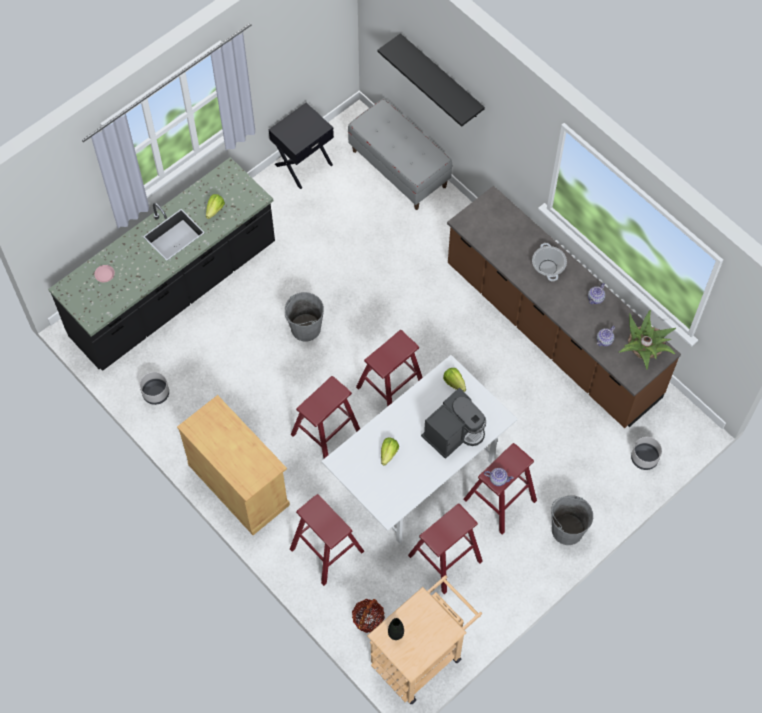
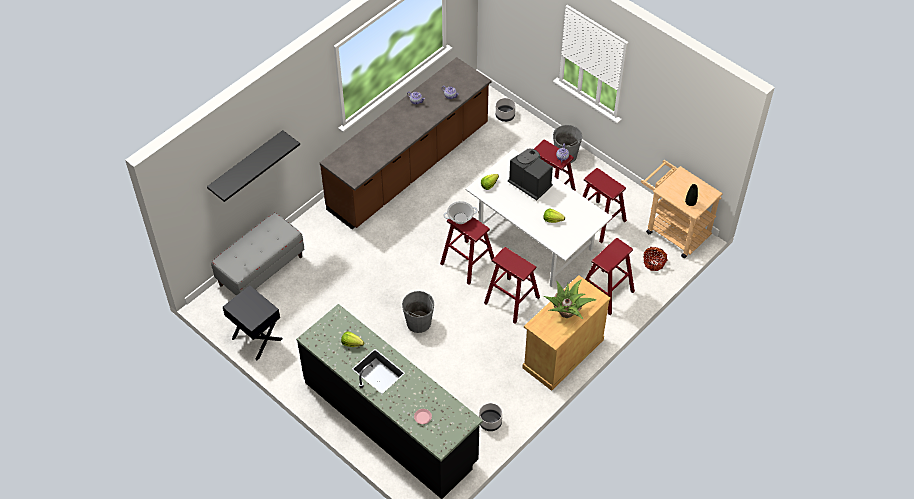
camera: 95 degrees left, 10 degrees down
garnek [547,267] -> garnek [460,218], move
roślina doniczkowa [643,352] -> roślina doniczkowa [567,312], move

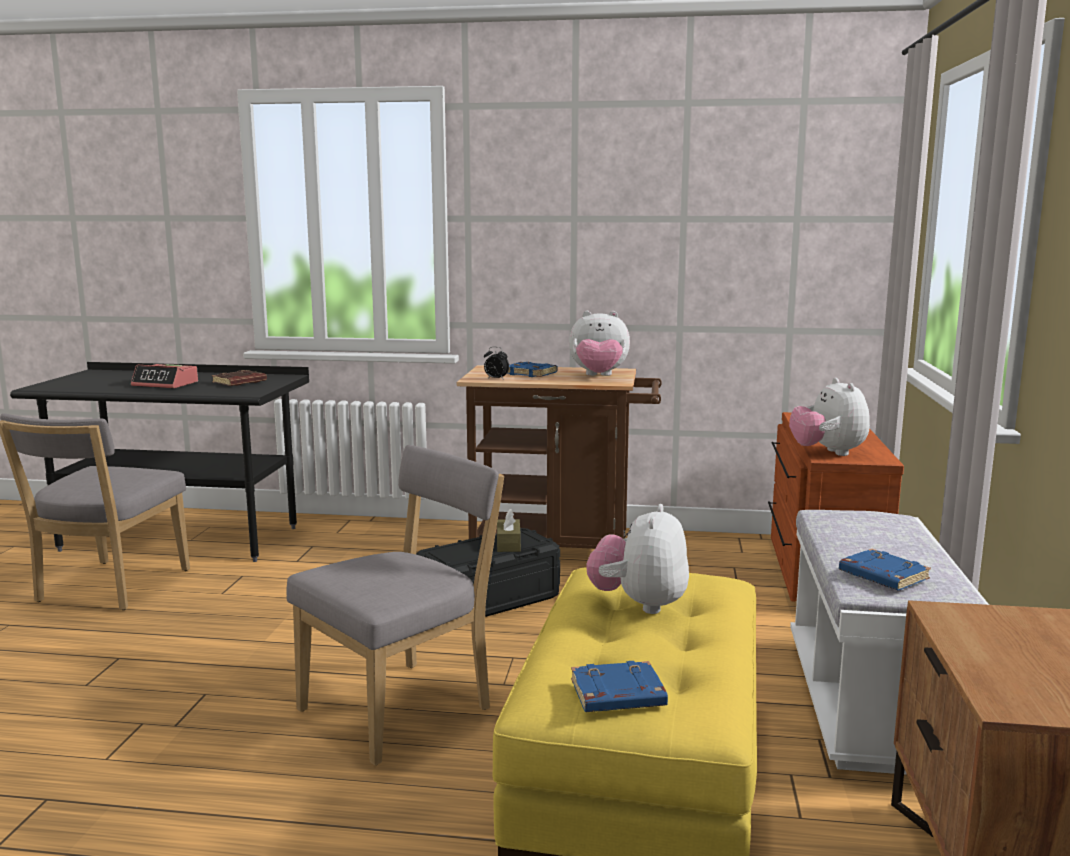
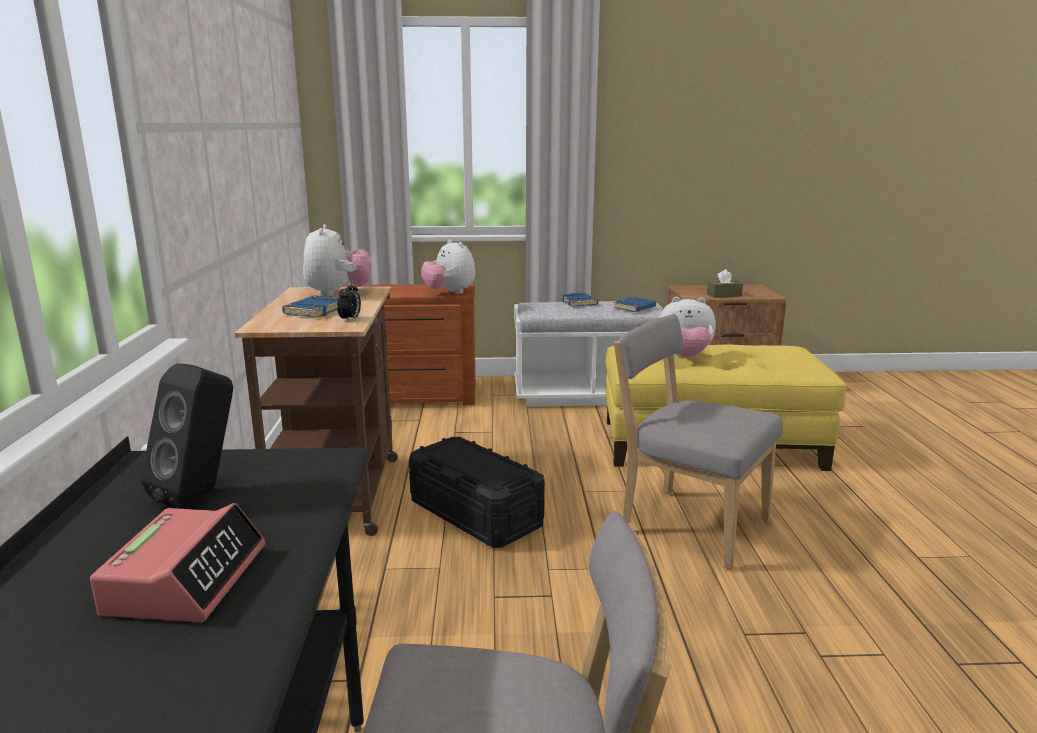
camera: 100 degrees left, 5 degrees up
pudełko chusteczek [brązowy] [508,544] -> pudełko chusteczek [brązowy] [724,295], move
książka [niebieski] [617,695] -> książka [niebieski] [579,303], move
książka [brązowy] [239,382] -> głośnik [czarny] [201,494]
pluszak [828,453] -> pluszak [449,293], 75 degrees clockwise

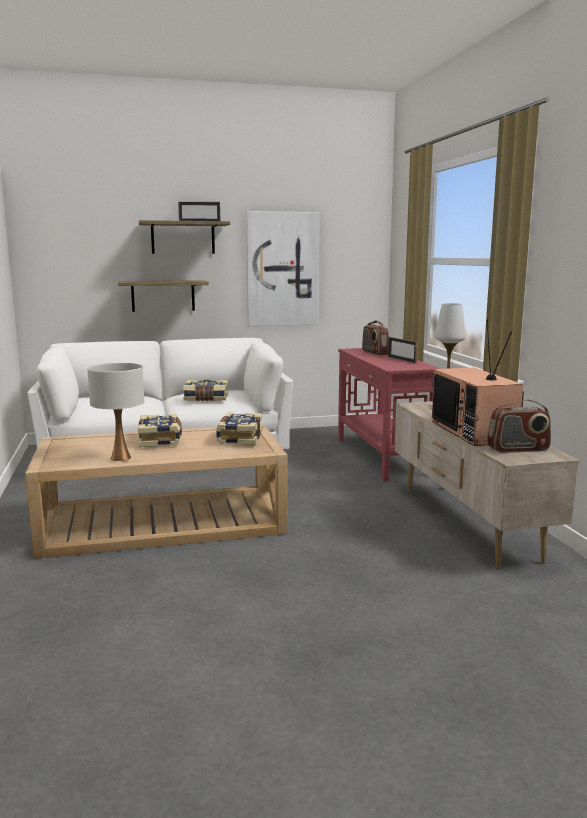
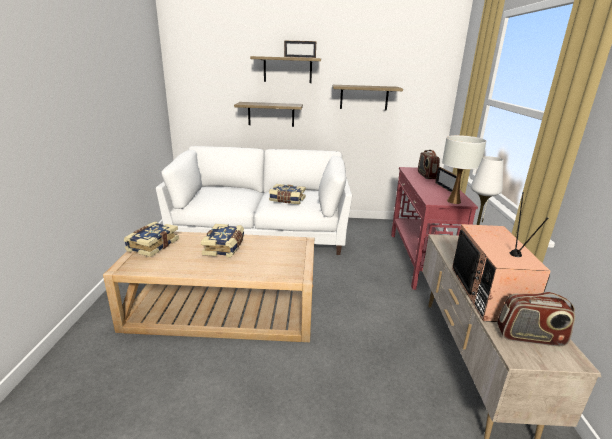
camera: 15 degrees right, 10 degrees up
lampa stołowa [biały] [120,458] -> lampa stołowa [biały] [453,201], move
książka [238,438] -> książka [152,245], move
obraz [282,269] -> półka [364,97]

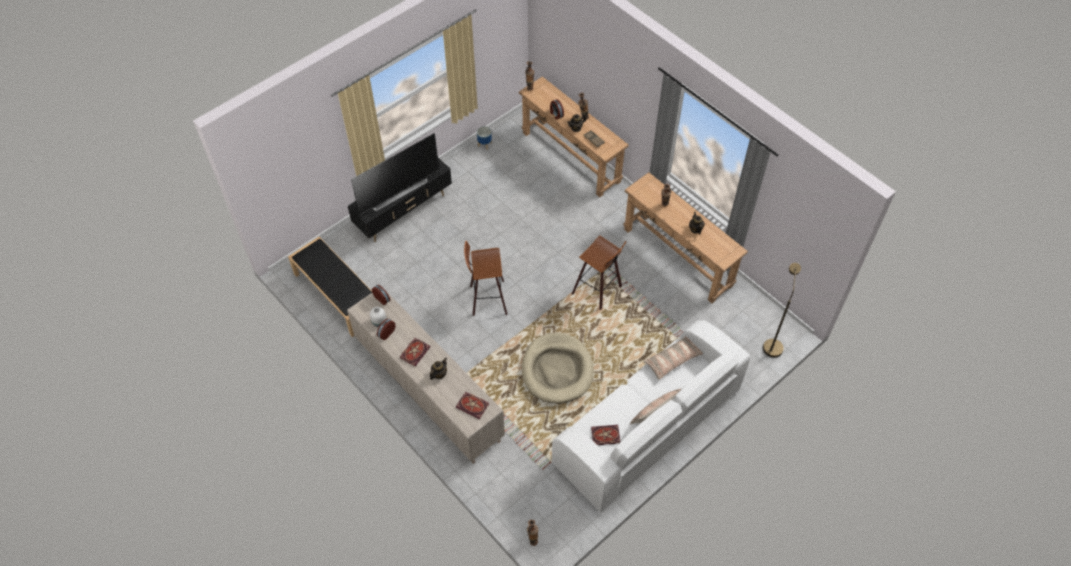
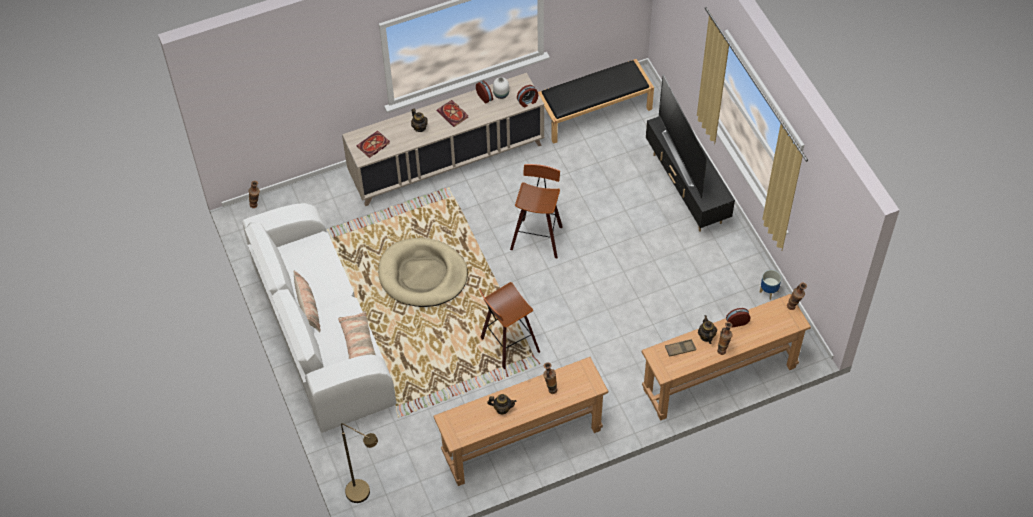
camera: 110 degrees right, 0 degrees up
książka [605,436] -> none

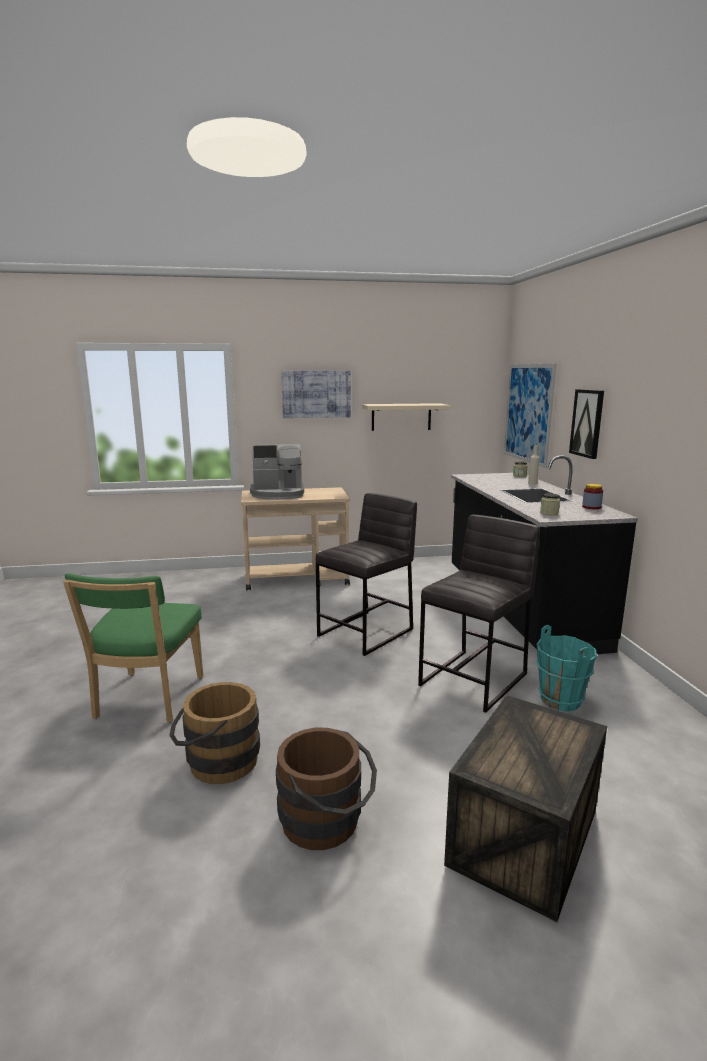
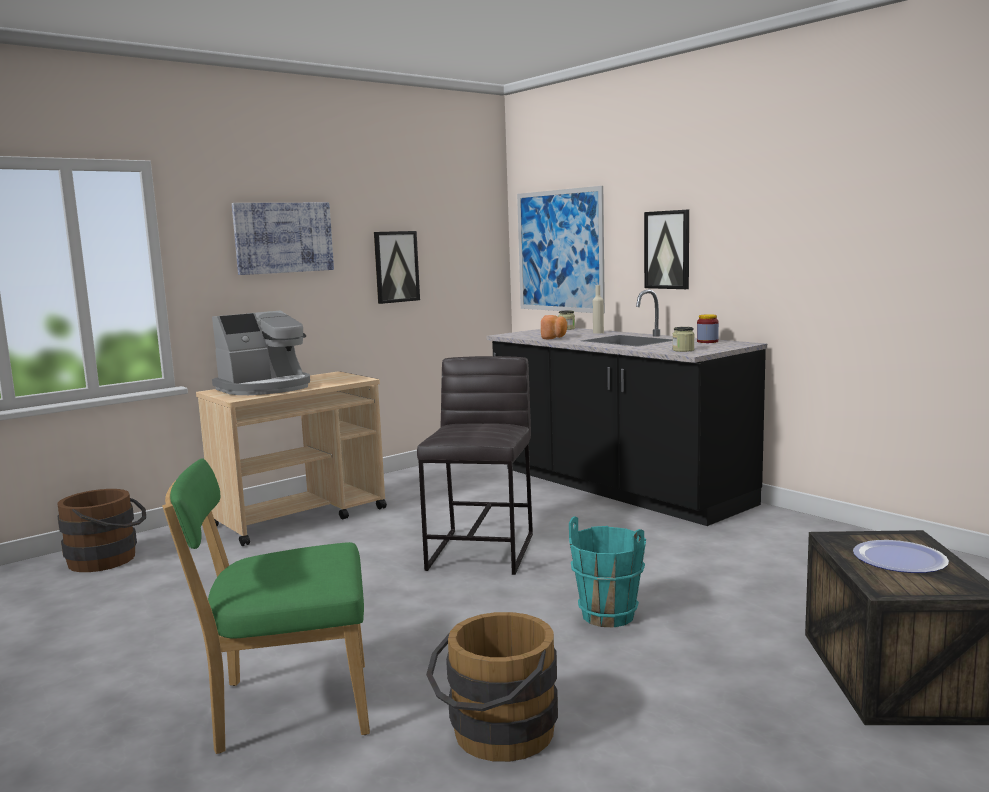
camera: 30 degrees left, 5 degrees down
stołek [szary] [475,679] -> none
none -> chleb [554,337]
none -> talerz [899,559]
wiadro [brązowy] [327,822] -> wiadro [brązowy] [109,559], move
wiadro [turkusowy] [560,700] -> wiadro [turkusowy] [608,615], move
półka [beżowy] [401,417] -> obraz [396,266]
krzesło [zielony] [147,700] -> krzesło [zielony] [286,708], 105 degrees clockwise

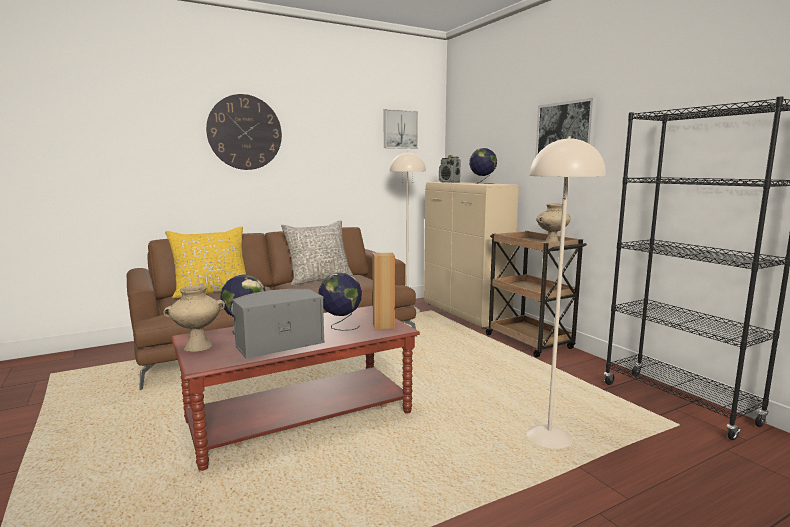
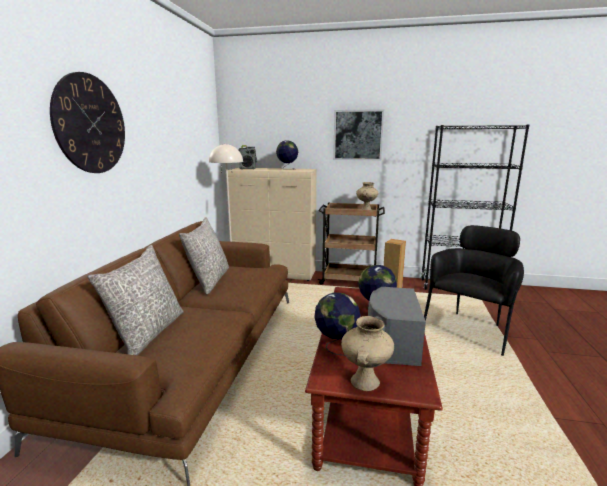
camera: 50 degrees left, 5 degrees up
obraz [399,129] -> none
lampa stojąca [beżowy] [549,437] -> fotel [czarny] [469,329]
poduszka [żółty] [212,292] -> poduszka [szary] [147,333]

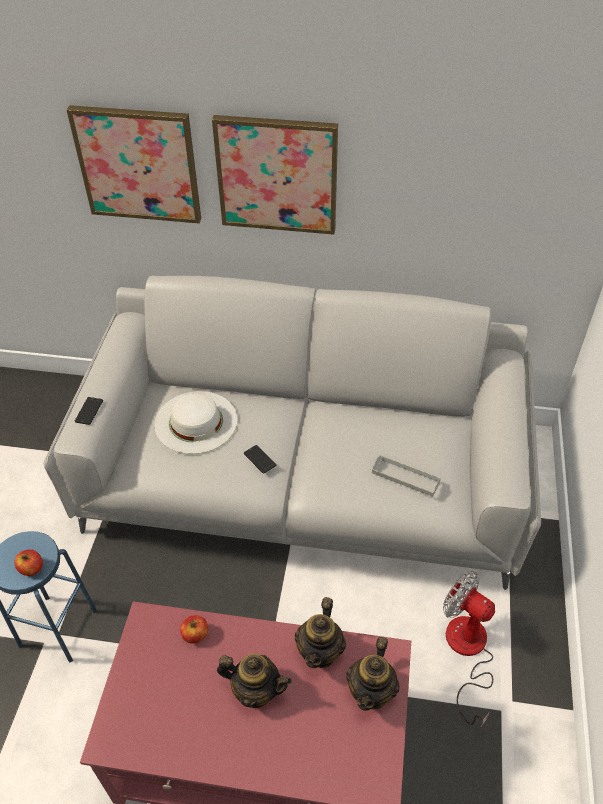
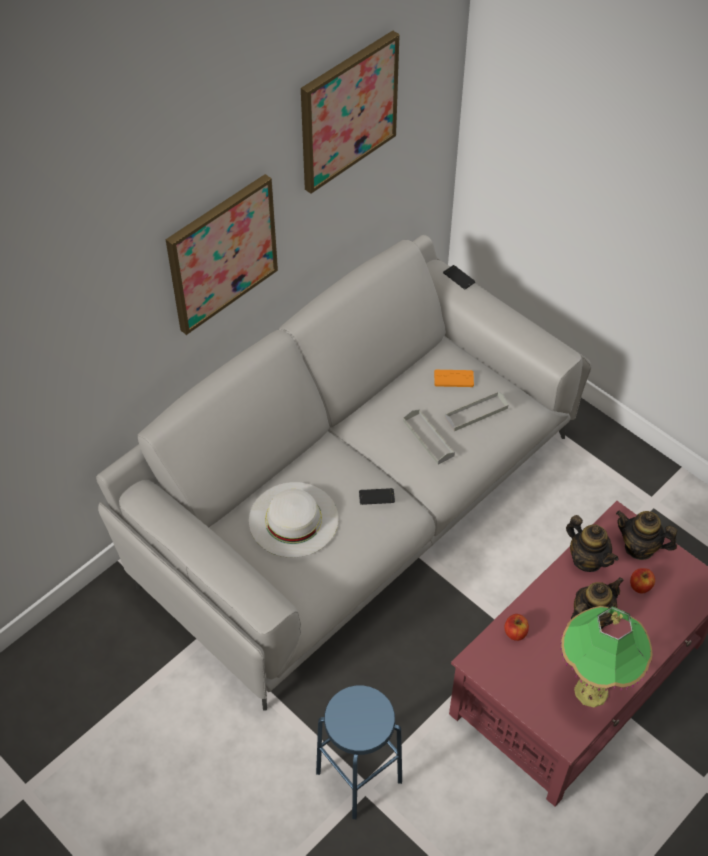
camera: 55 degrees left, 5 degrees up
wentylator [467,652] -> none
none -> taca [szary] [428,438]
none -> pad do gier [pomarańczowy] [453,379]
none -> lampa stołowa [591,691]
jabłko [32,568] -> jabłko [640,586], move
obraz [138,164] -> obraz [347,111], move
telefon [89,411] -> telefon [459,277], move
imbryk [372,691] -> imbryk [639,547], 150 degrees clockwise

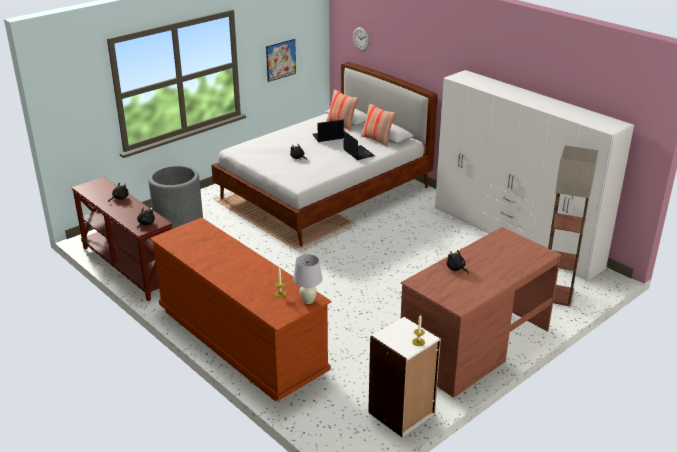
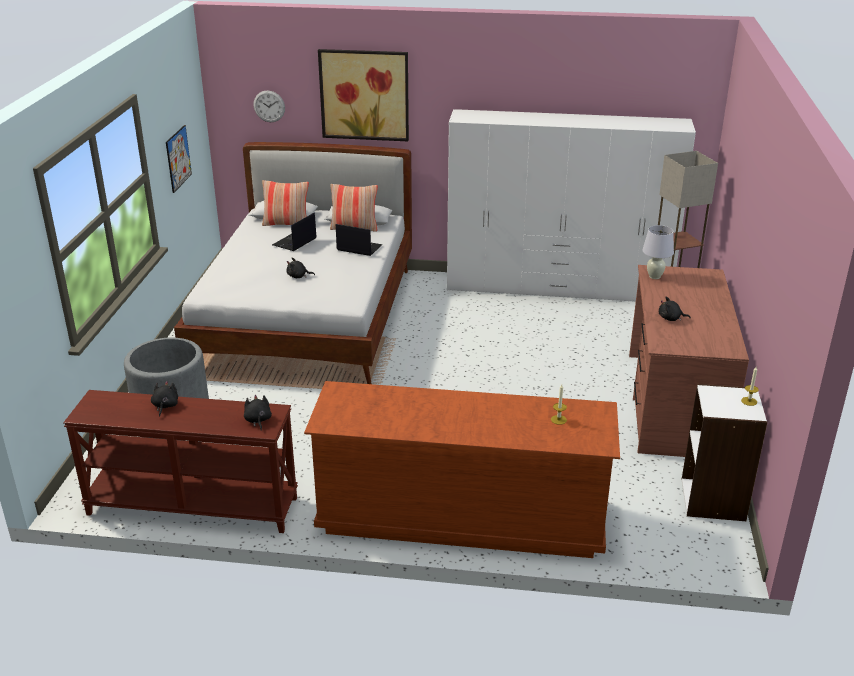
camera: 40 degrees left, 0 degrees up
none -> obraz [364,95]
lampa stołowa [biały] [308,301] -> lampa stołowa [biały] [654,276], move

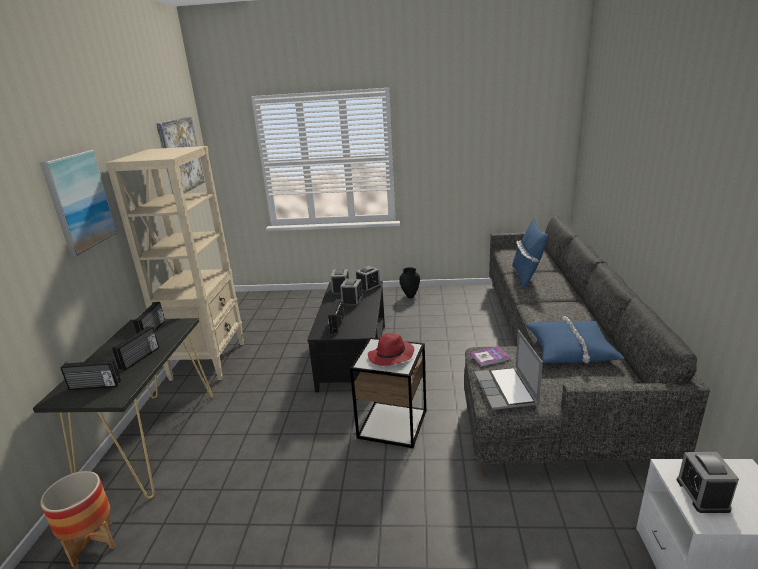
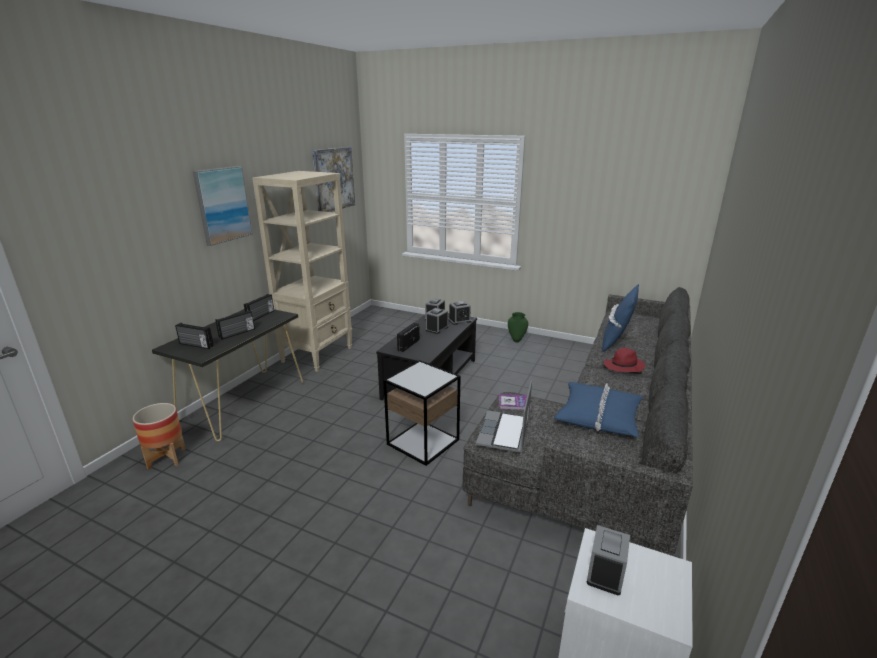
camera: 20 degrees right, 0 degrees up
kapelusz [czerwony] [391,356] -> kapelusz [czerwony] [623,367], move
wazon [czarny] [410,296] -> wazon [zielony] [516,341]

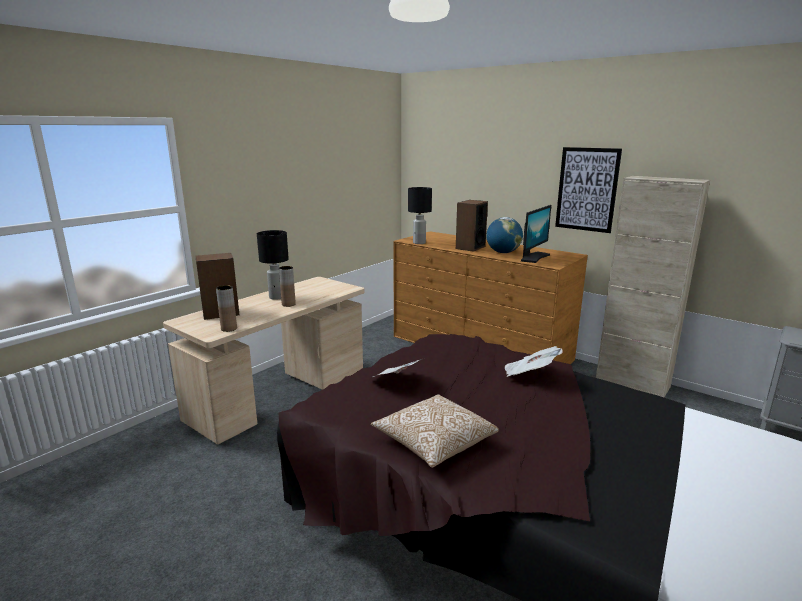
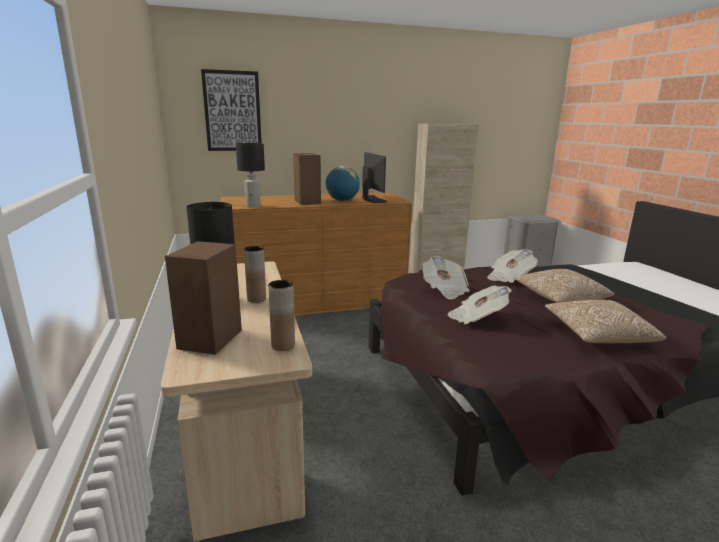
camera: 55 degrees left, 0 degrees up
none -> gazeta [444,290]
none -> poduszka [559,298]
obraz [587,189] -> obraz [232,111], move

